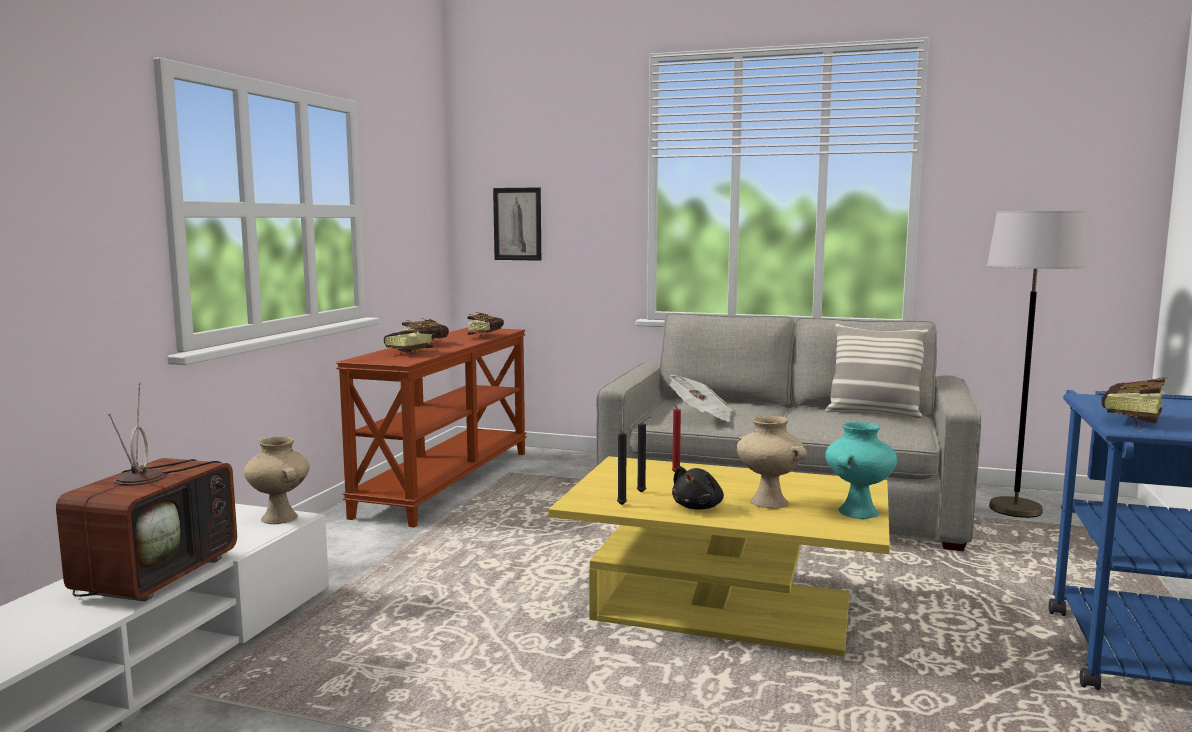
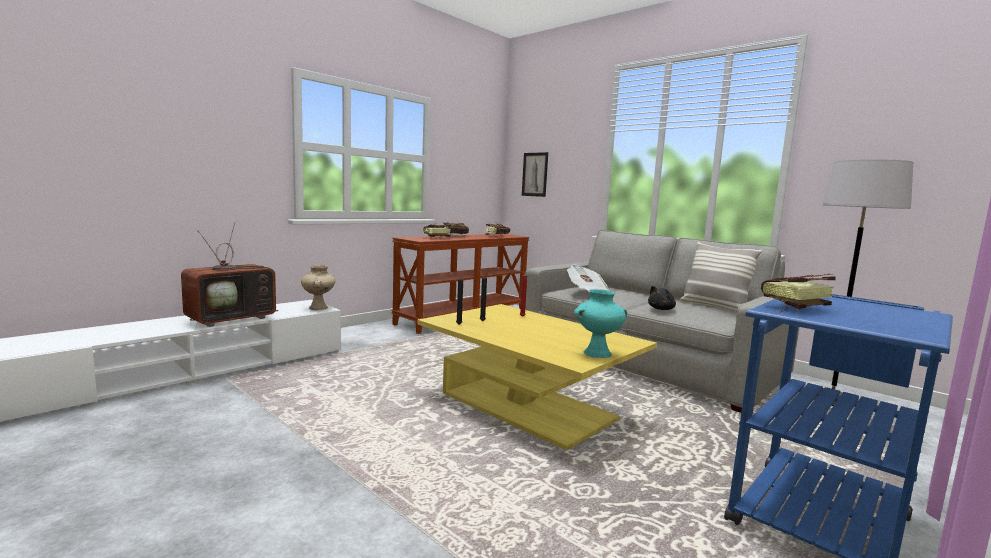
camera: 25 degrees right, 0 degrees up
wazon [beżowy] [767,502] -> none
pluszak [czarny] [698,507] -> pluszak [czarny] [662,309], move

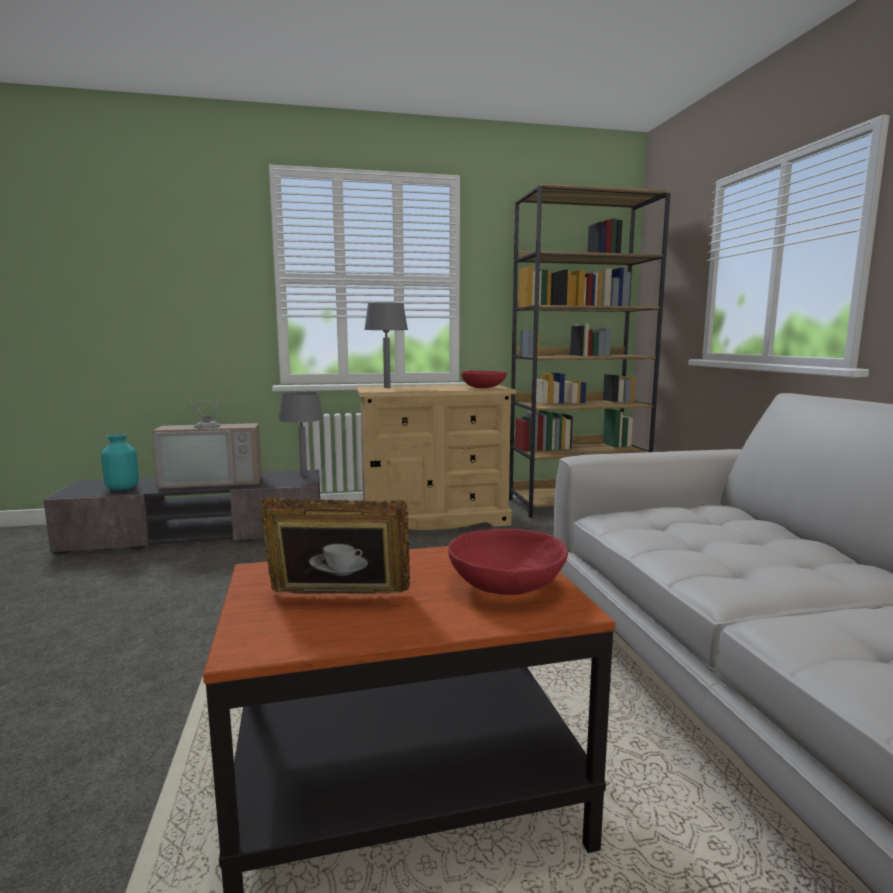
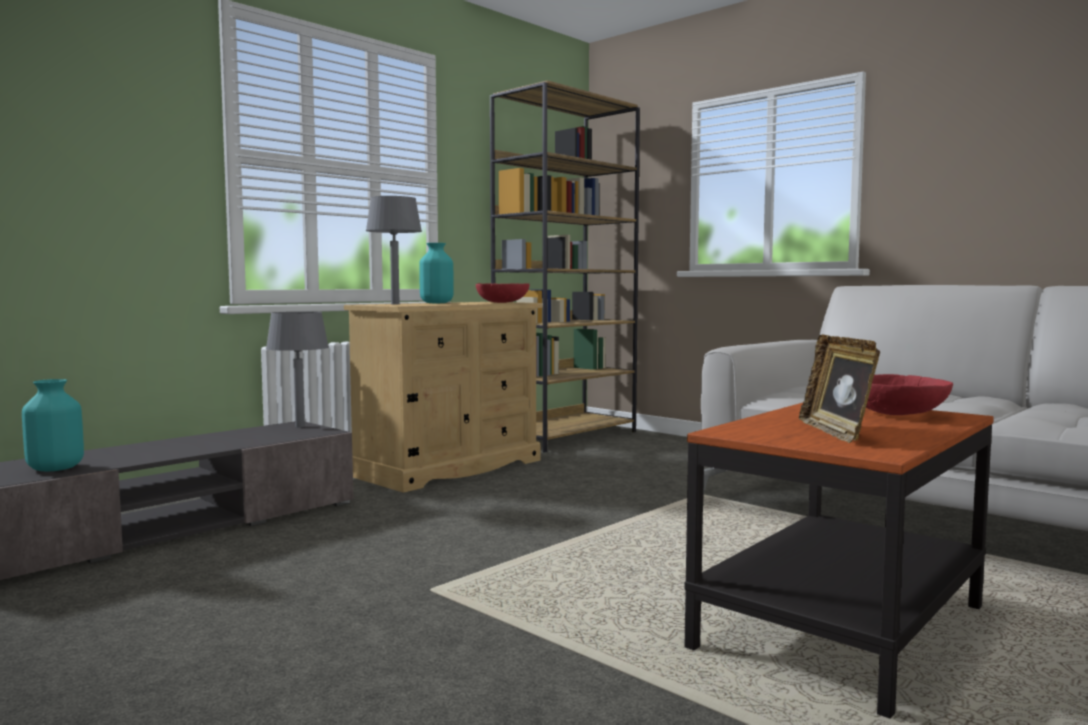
camera: 35 degrees left, 5 degrees down
telewizor [213,481] -> none
none -> wazon [turkusowy] [437,303]
ramka na zdjęcie [338,600] -> ramka na zdjęcie [836,432], 60 degrees counterclockwise

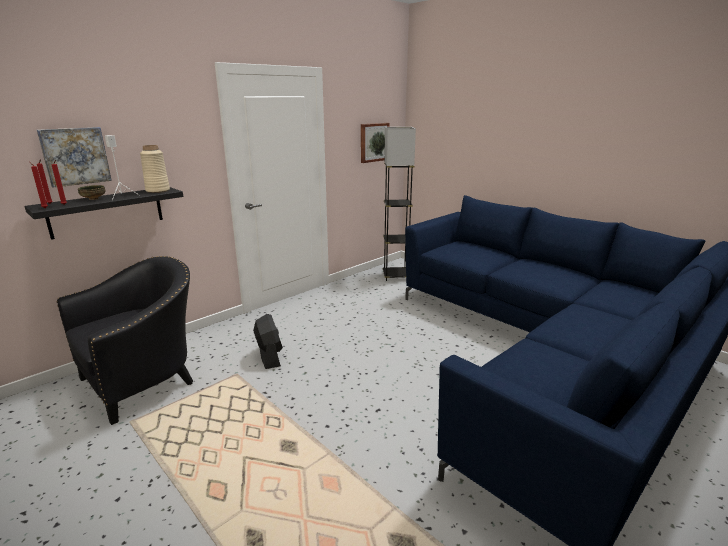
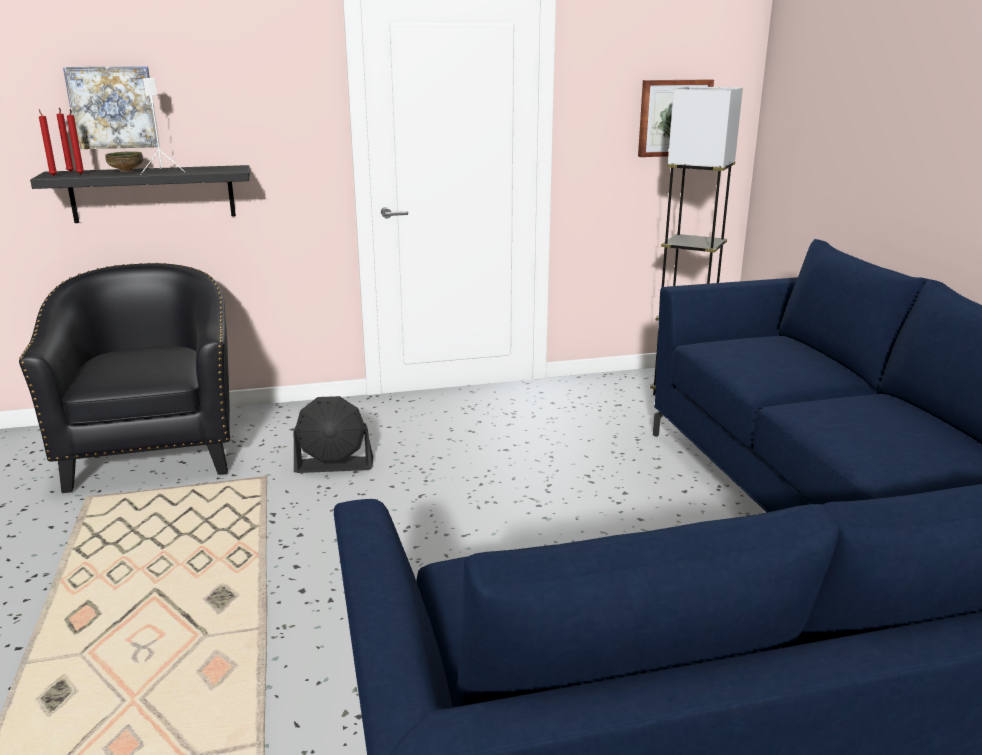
camera: 30 degrees right, 0 degrees up
wazon [beżowy] [157,190] -> none
fotel [czarny] [145,380] -> fotel [czarny] [154,452], 90 degrees counterclockwise
wentylator [czarny] [269,356] -> wentylator [czarny] [334,465], 75 degrees clockwise

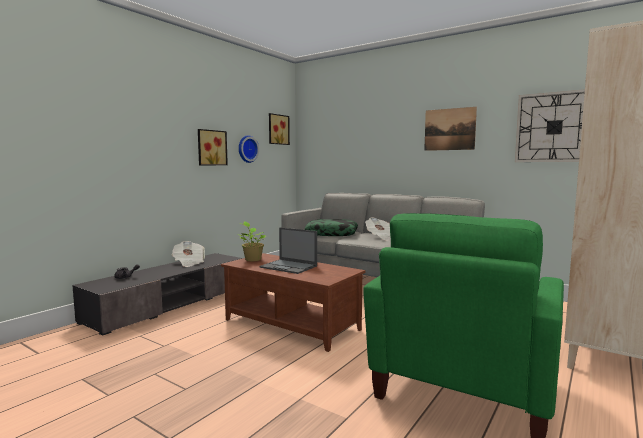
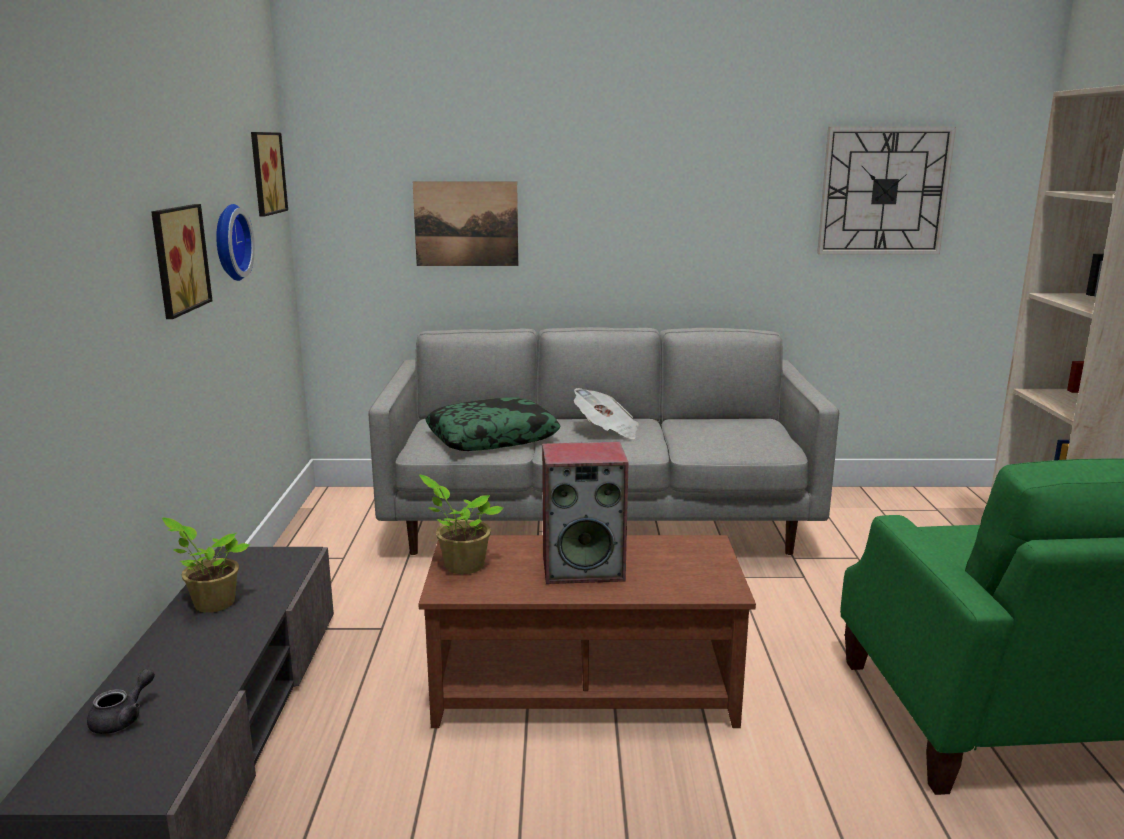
camera: 35 degrees left, 10 degrees up
obraz [449,129] -> obraz [466,224], move
gazeta [189,262] -> roślina doniczkowa [211,603]
laptop [289,267] -> głośnik [584,567]

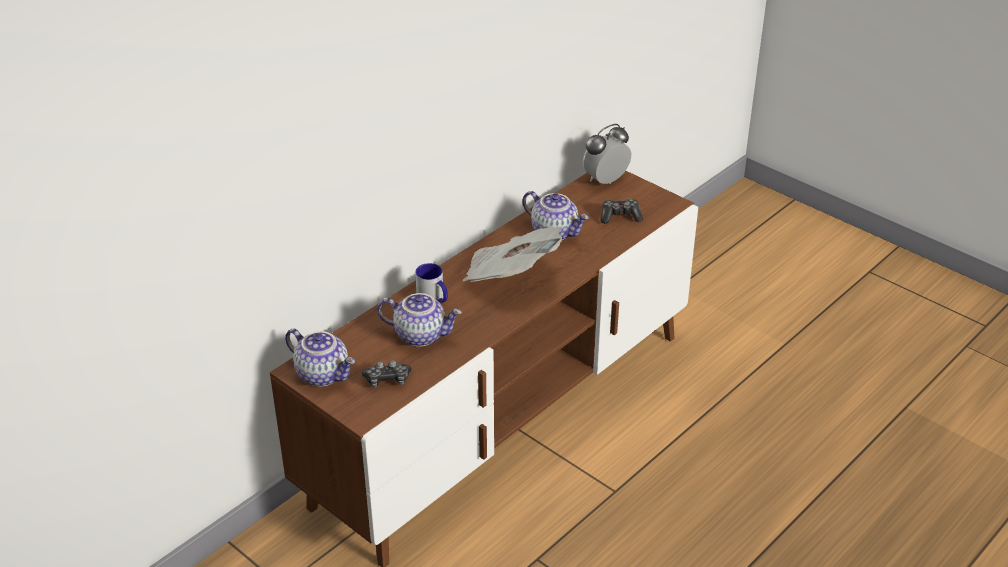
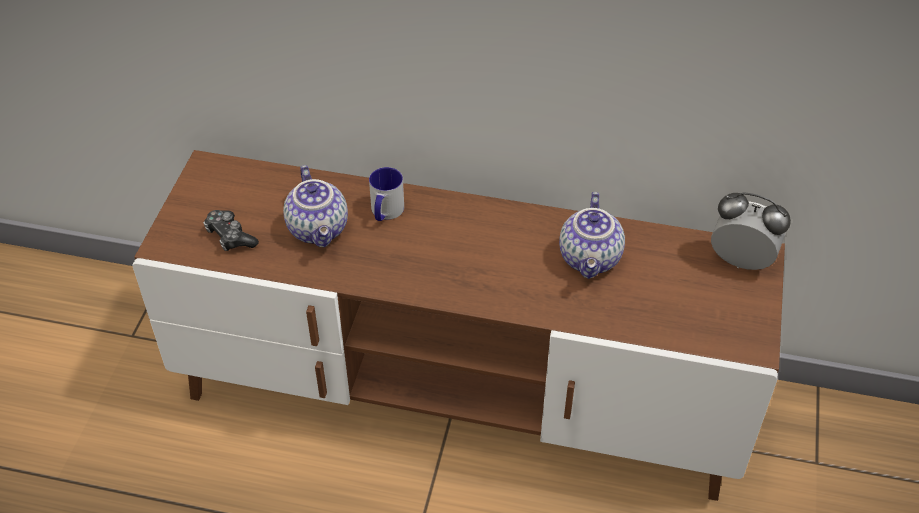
camera: 60 degrees right, 10 degrees up
imbryk [324,374] -> none
gazeta [510,276] -> none
pad do gier [620,216] -> none

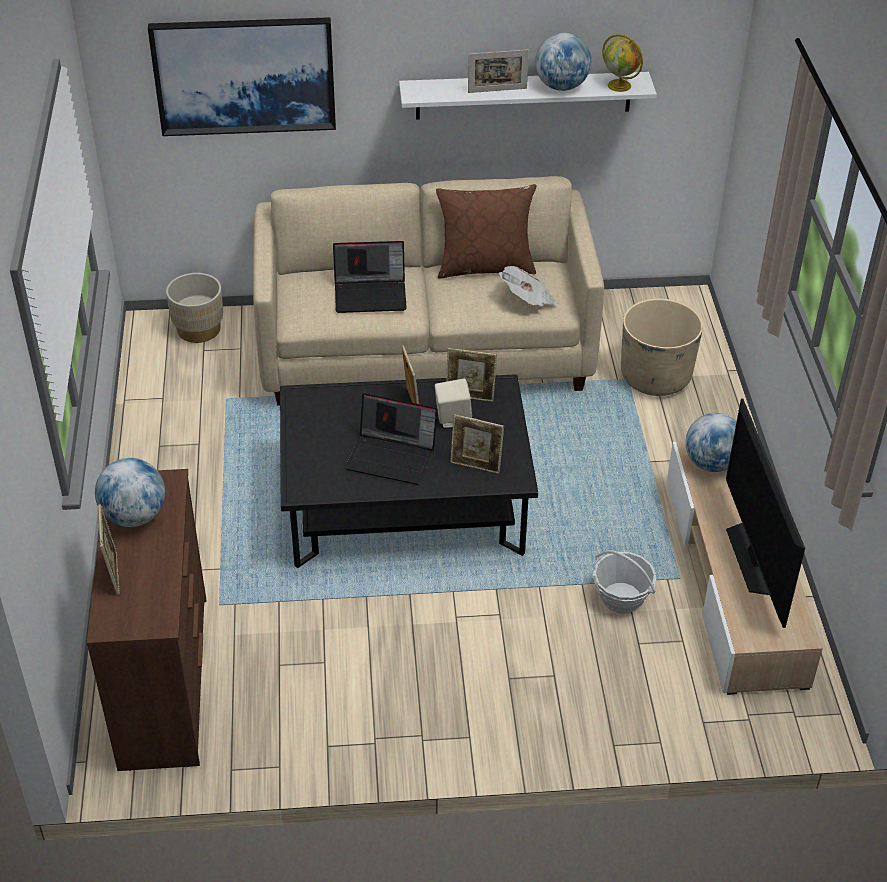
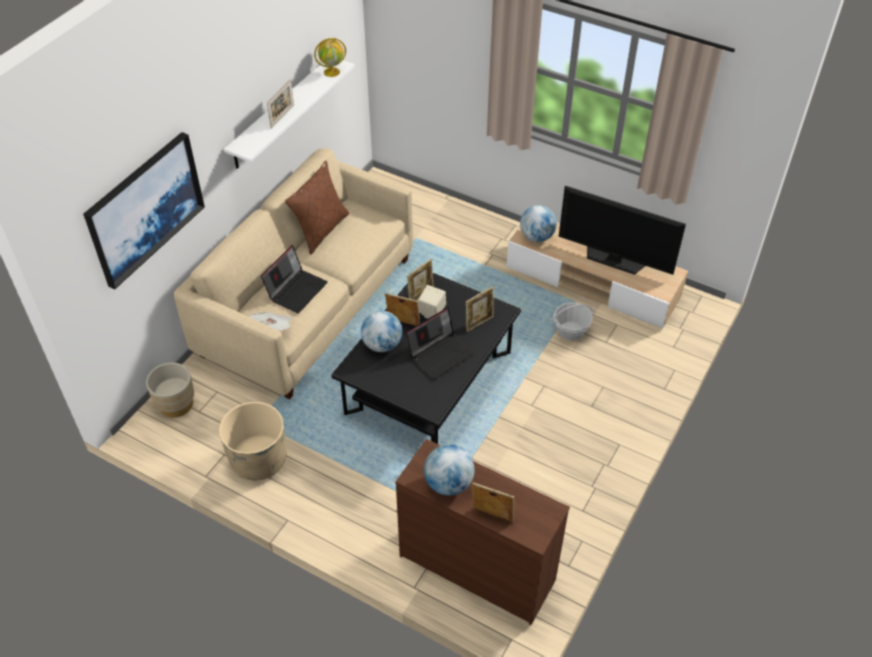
camera: 55 degrees left, 5 degrees up
gazeta [528,300] -> gazeta [273,328], move
globus [561,86] -> globus [382,345], move
donica [beżowy] [655,377] -> donica [beżowy] [258,460], move

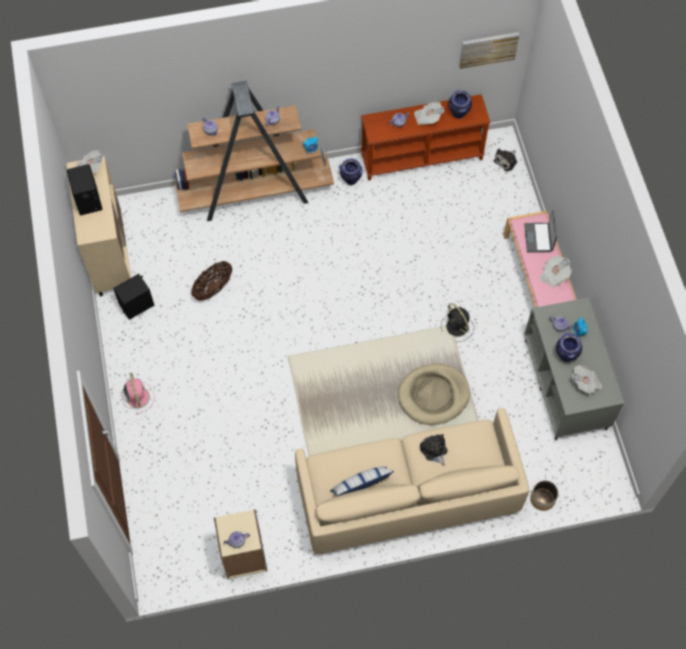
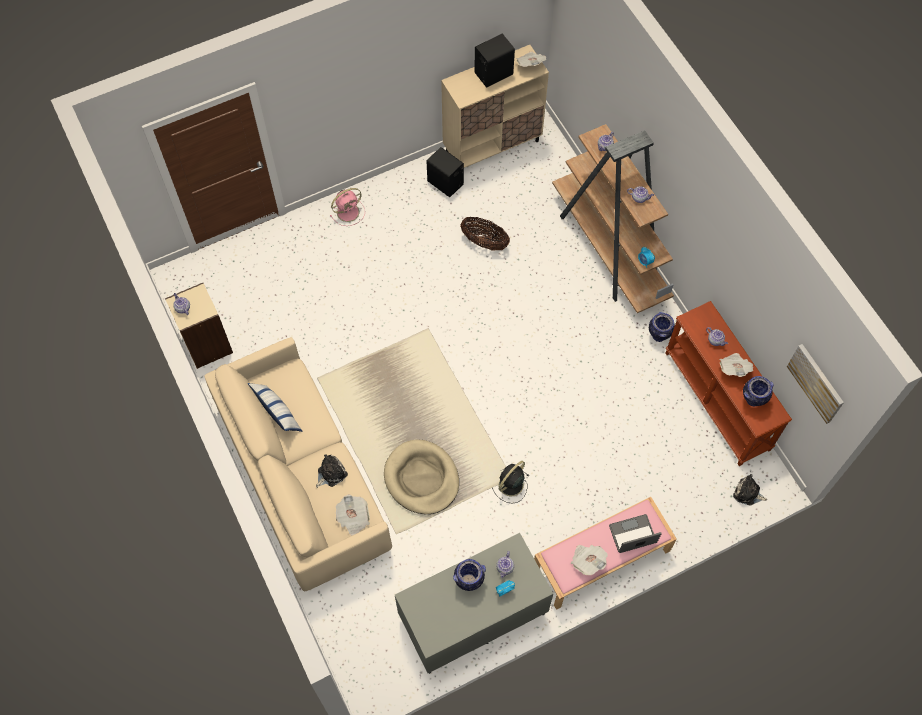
camera: 75 degrees right, 0 degrees up
donica [542,499] -> none
gazeta [585,383] -> gazeta [353,518], move

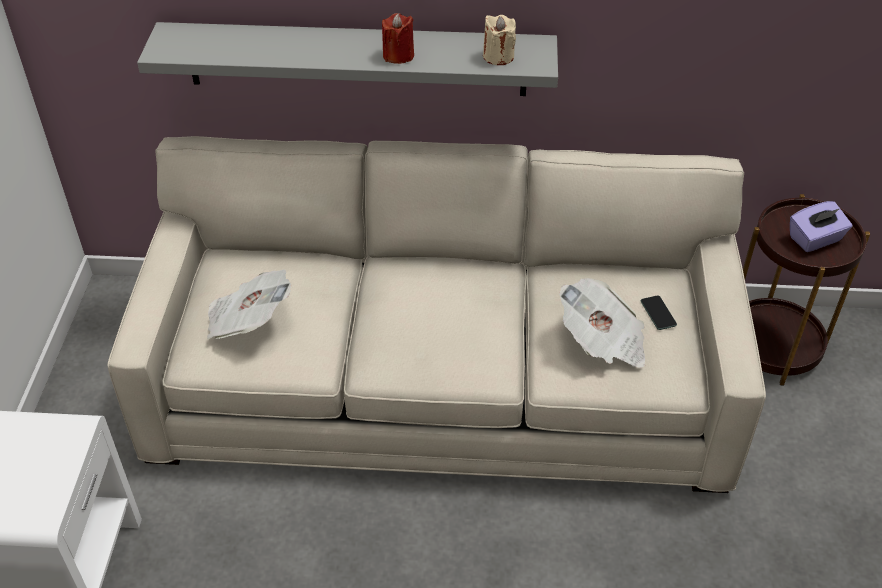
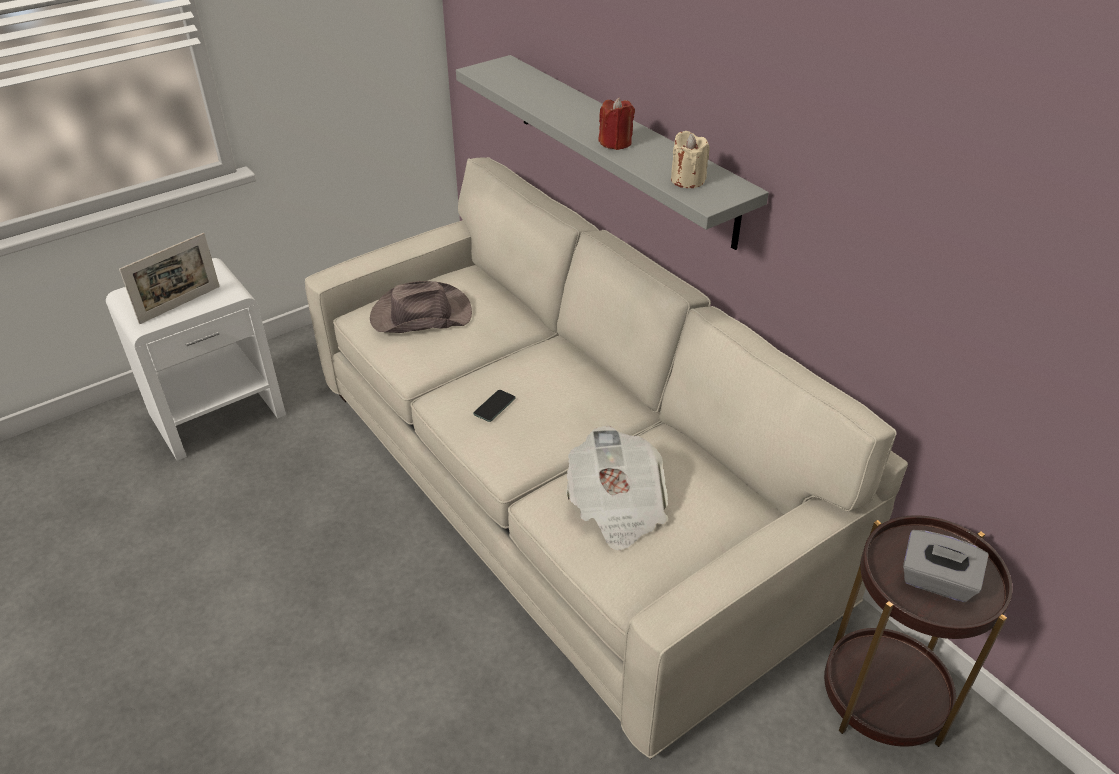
camera: 50 degrees right, 5 degrees down
none -> ramka na zdjęcie [180,305]
telefon [658,313] -> telefon [494,406], move
gazeta [248,321] -> kapelusz [brązowy] [420,315]
pudełko chusteczek [fioletowy] [815,239] -> pudełko chusteczek [szary] [936,581]

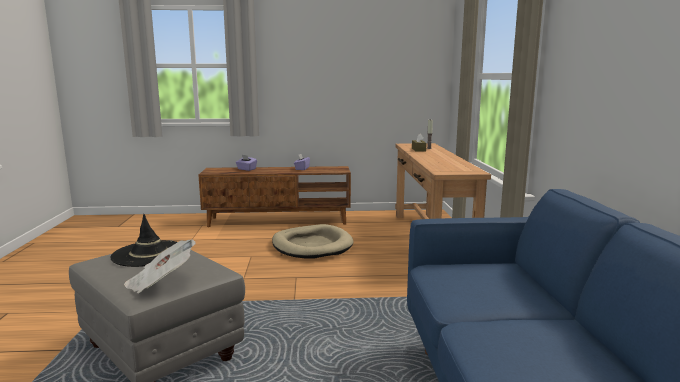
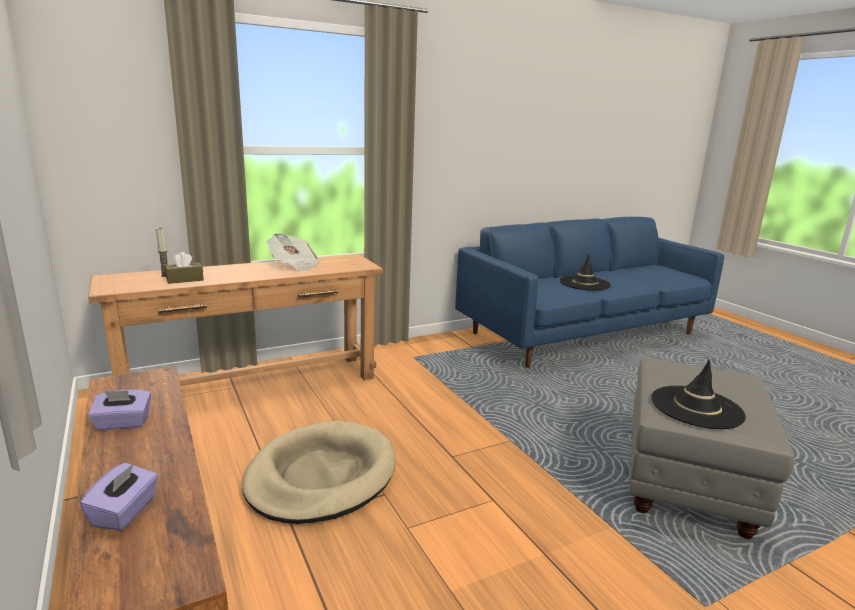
camera: 115 degrees left, 5 degrees up
none -> kapelusz [czarny] [584,283]
gazeta [161,283] -> gazeta [294,265], move

